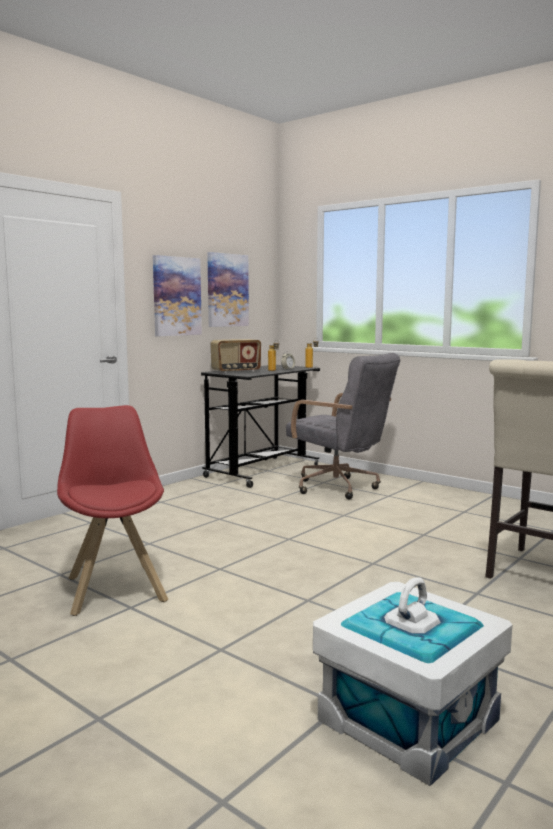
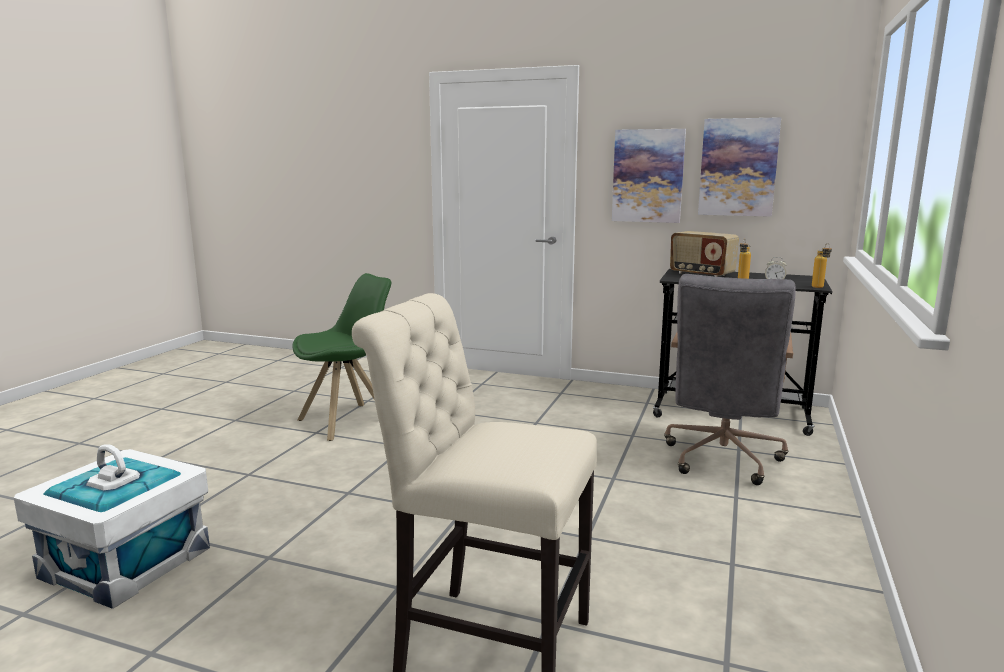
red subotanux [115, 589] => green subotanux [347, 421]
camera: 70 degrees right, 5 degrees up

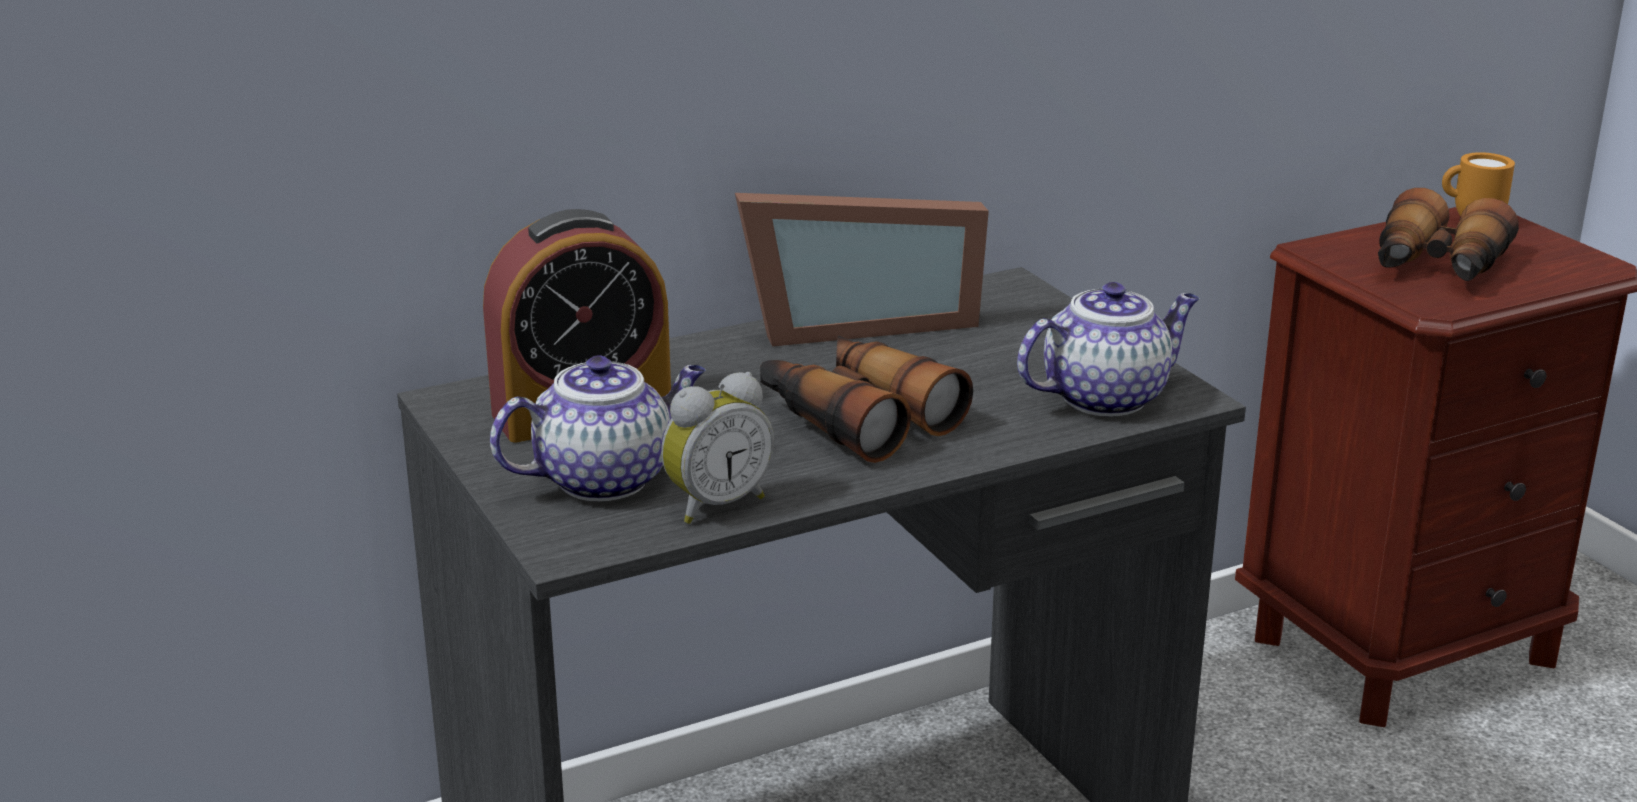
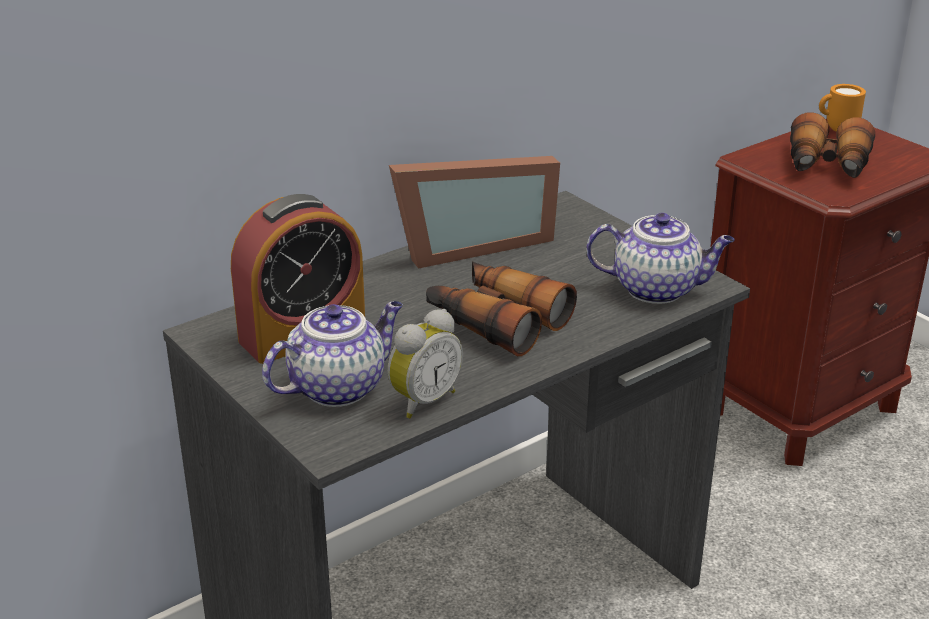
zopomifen [1106, 397] => zopomifen [657, 289], 45 degrees clockwise
camera: 10 degrees left, 5 degrees up

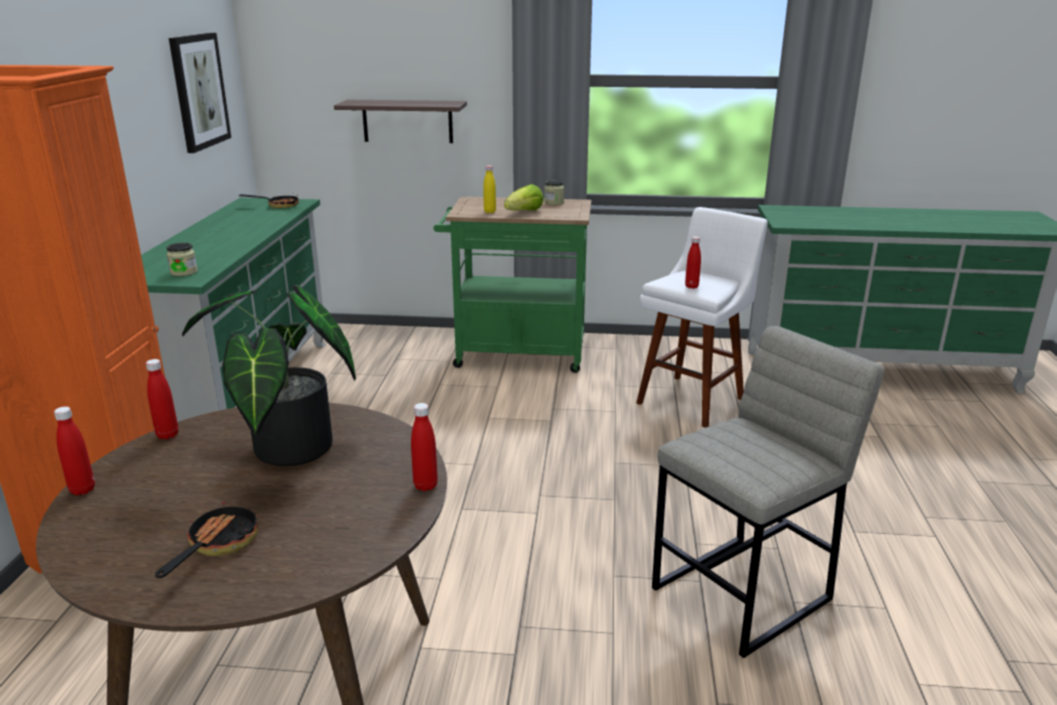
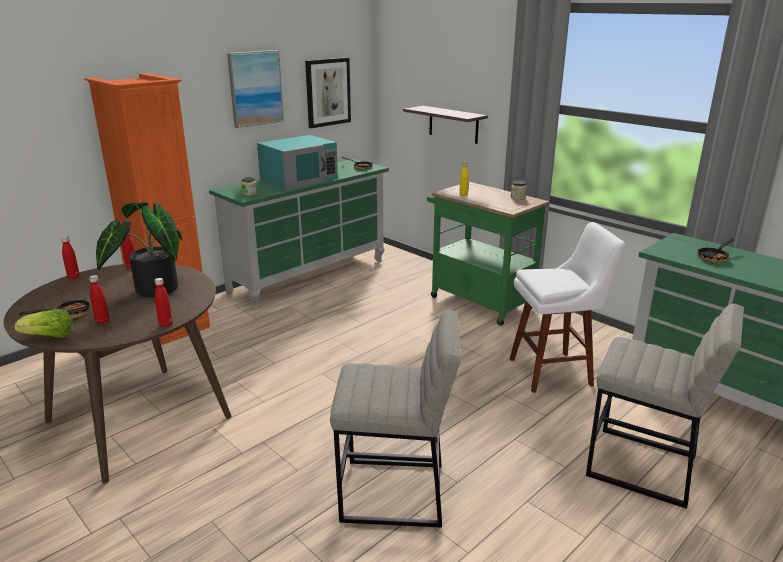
nothing => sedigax [255, 88]
nothing => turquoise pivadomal [299, 178]
nothing => grey subotanux [645, 467]
nothing => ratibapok [714, 257]
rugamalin [524, 212] => rugamalin [49, 337], shifted
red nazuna [691, 286] => red nazuna [102, 321], shifted
camera: 40 degrees right, 0 degrees up

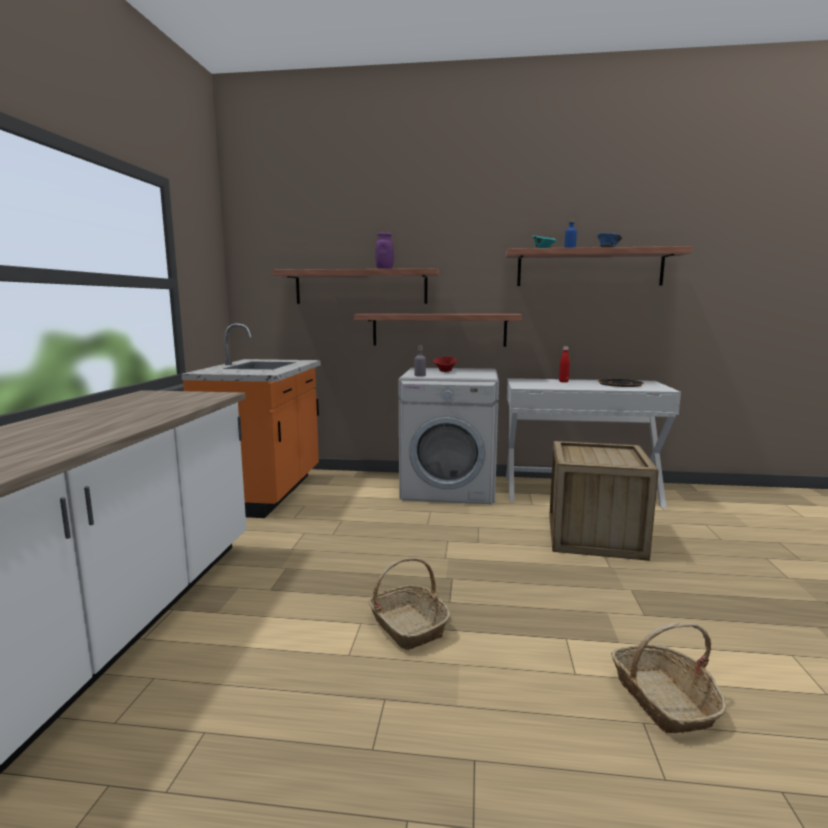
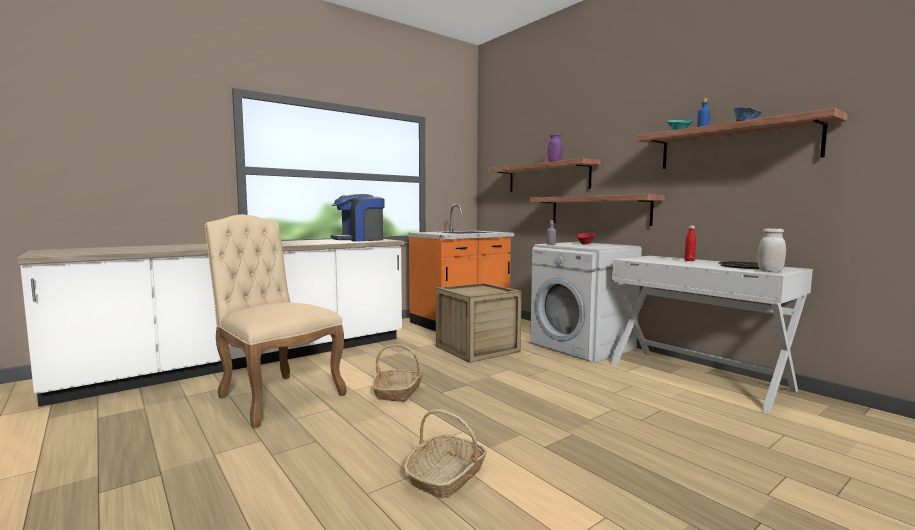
nothing => beige subotanux [276, 396]
nothing => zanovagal [359, 240]
nothing => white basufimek [770, 271]
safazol [594, 537] => safazol [477, 349], shifted
camera: 45 degrees right, 5 degrees down

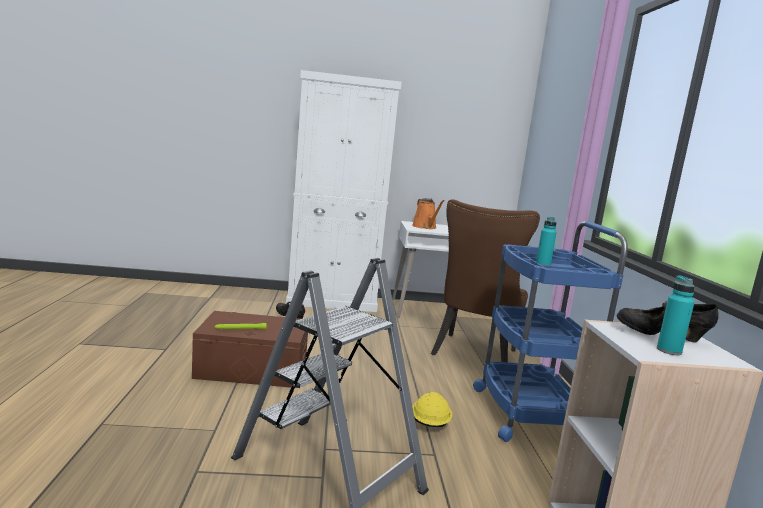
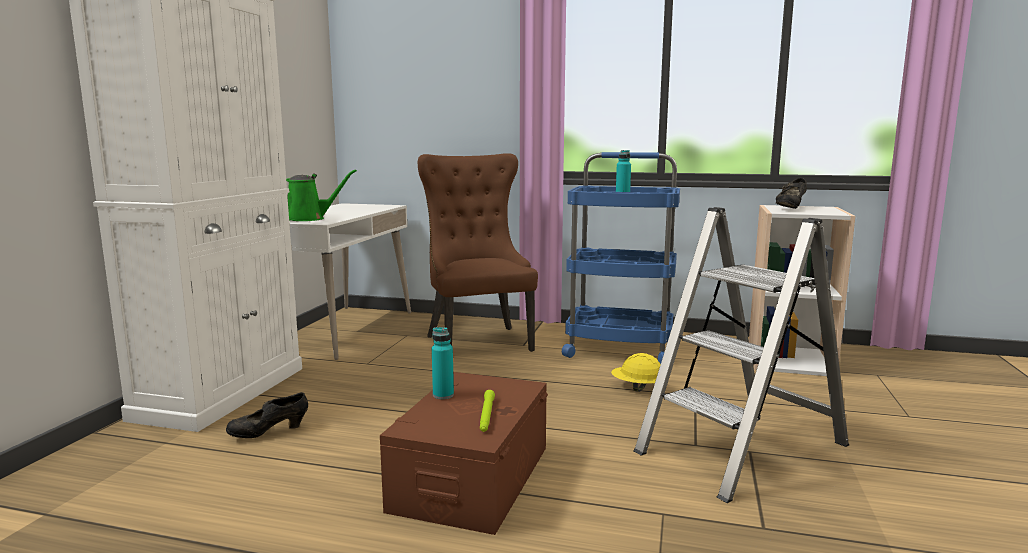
turquoise nazuna [669, 351] => turquoise nazuna [443, 395], shifted
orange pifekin [425, 227] => green pifekin [309, 219]
brown subotanux [474, 354] => brown subotanux [478, 342], 150 degrees counterclockwise
camera: 70 degrees left, 0 degrees up

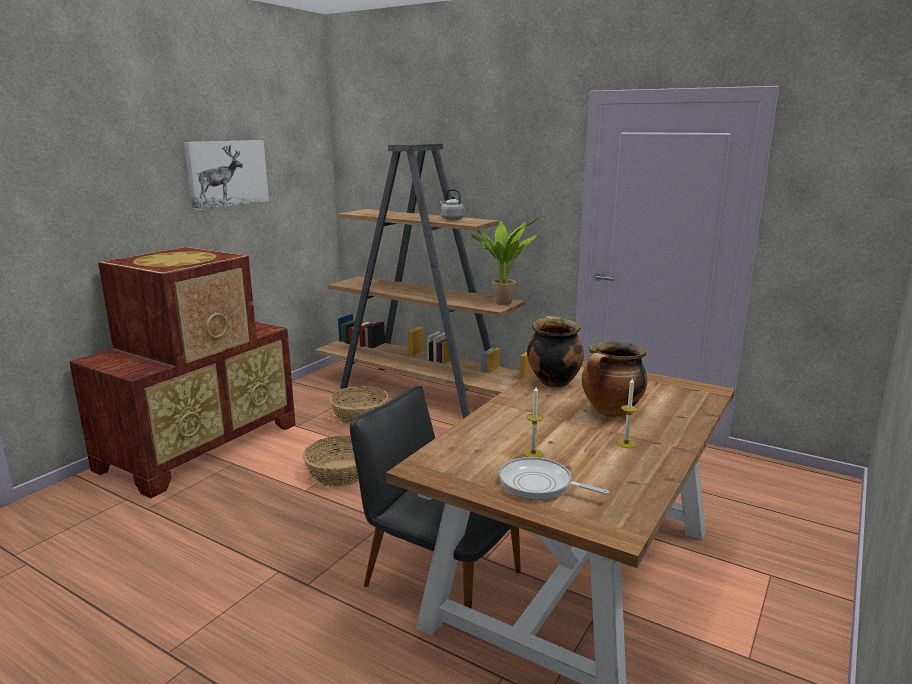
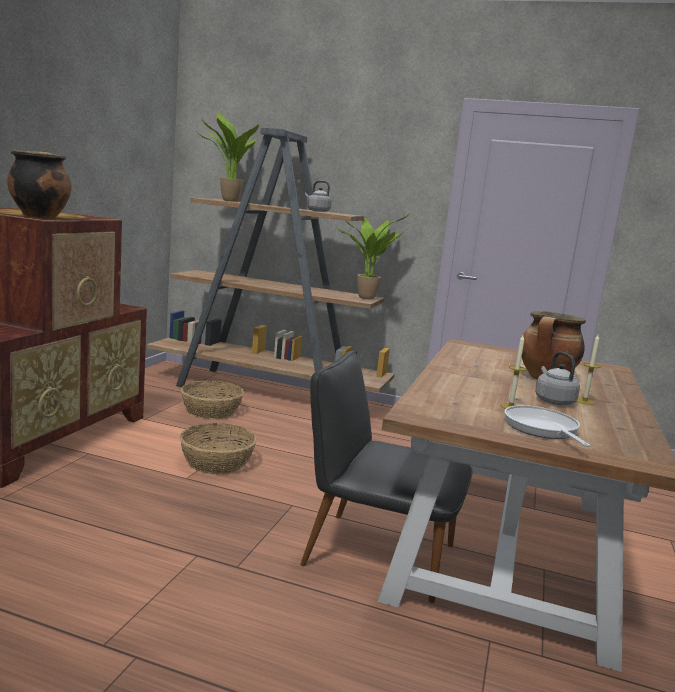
sedigax [227, 173] => nothing
nothing => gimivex [227, 200]
nothing => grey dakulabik [553, 401]
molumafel [553, 381] => molumafel [39, 217], shifted
ratibapok [539, 485] => ratibapok [542, 429], 60 degrees clockwise
camera: 15 degrees left, 5 degrees down

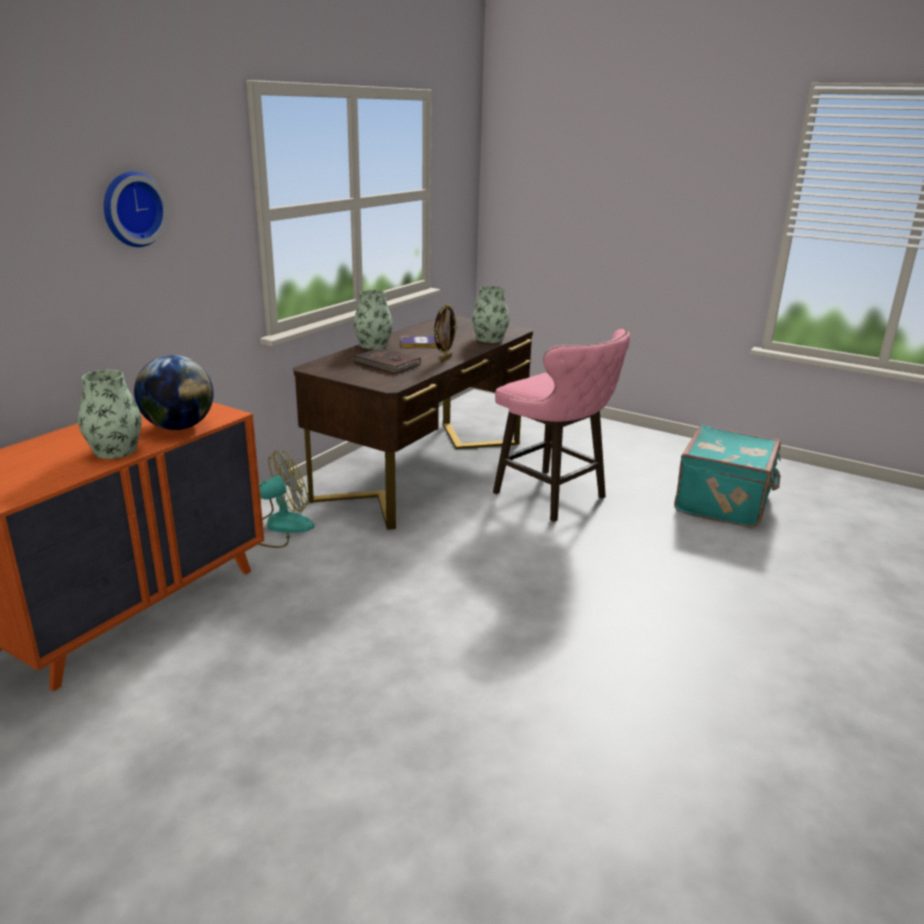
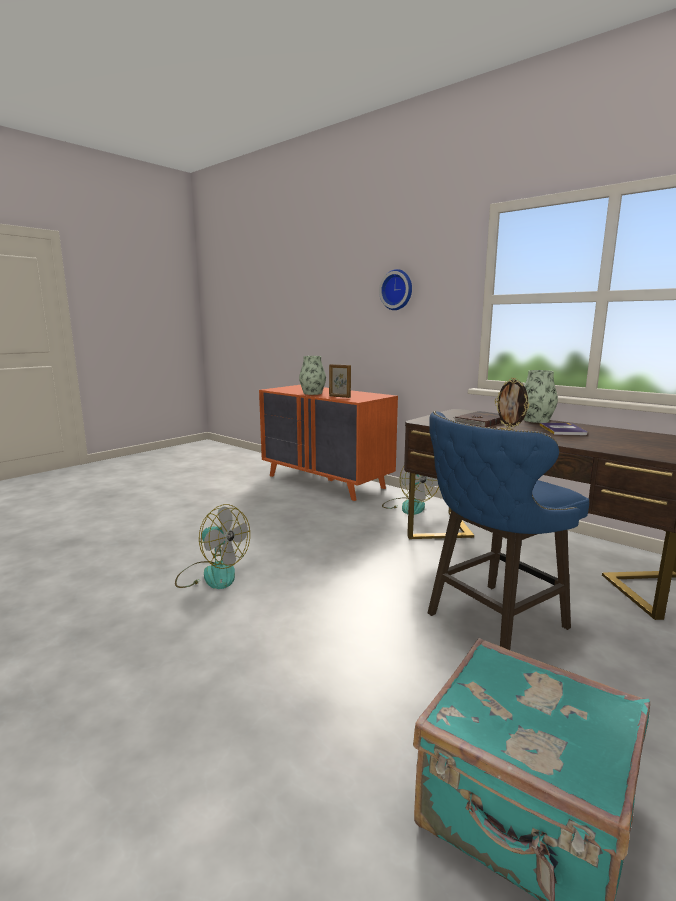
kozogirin [489, 339] => nothing
nothing => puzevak [212, 574]
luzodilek [178, 427] => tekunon [339, 397]
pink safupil [553, 497] => blue safupil [492, 622]
camera: 100 degrees right, 10 degrees down

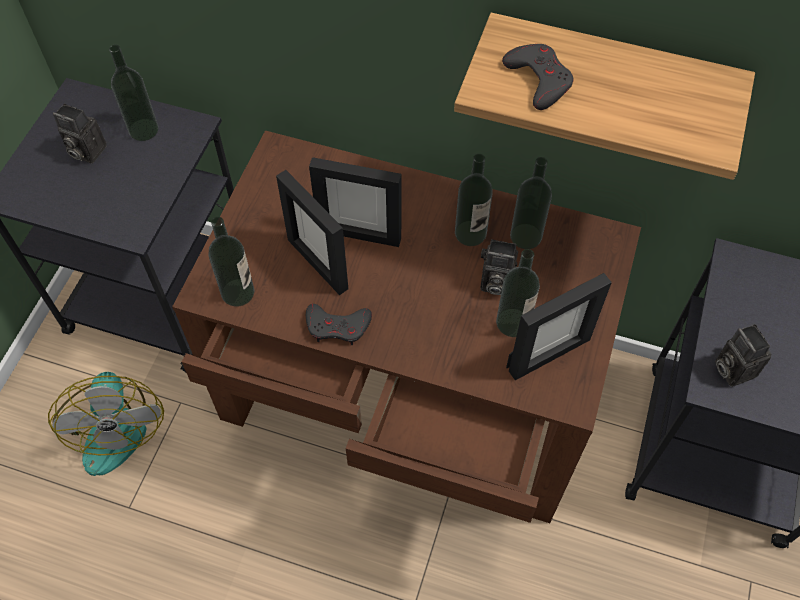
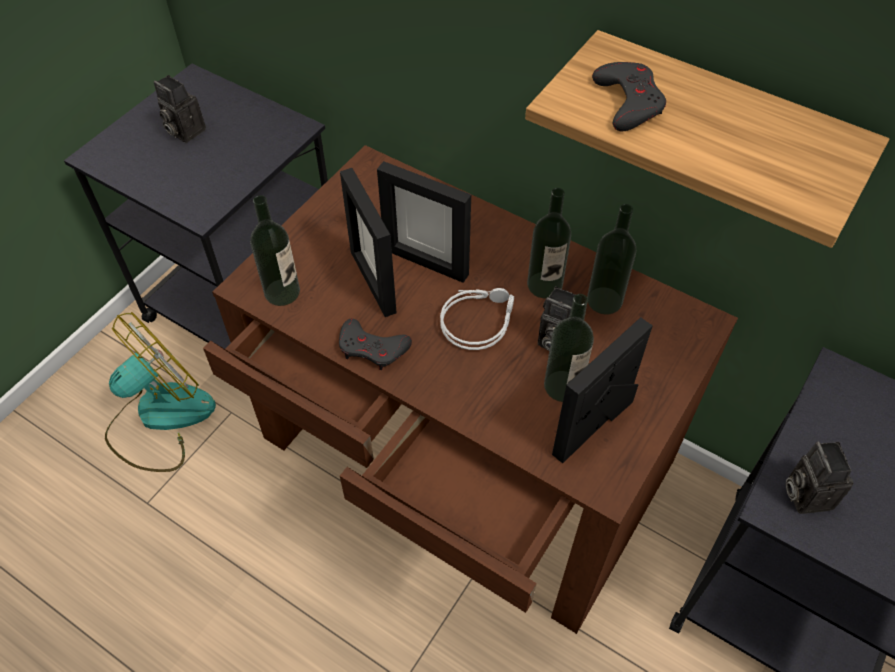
nazuna [143, 130] => nothing
nothing => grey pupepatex [478, 320]
puzevak [113, 425] => puzevak [159, 418], 135 degrees counterclockwise
tekunon [548, 353] => tekunon [593, 428], 150 degrees clockwise
camera: 15 degrees right, 5 degrees down

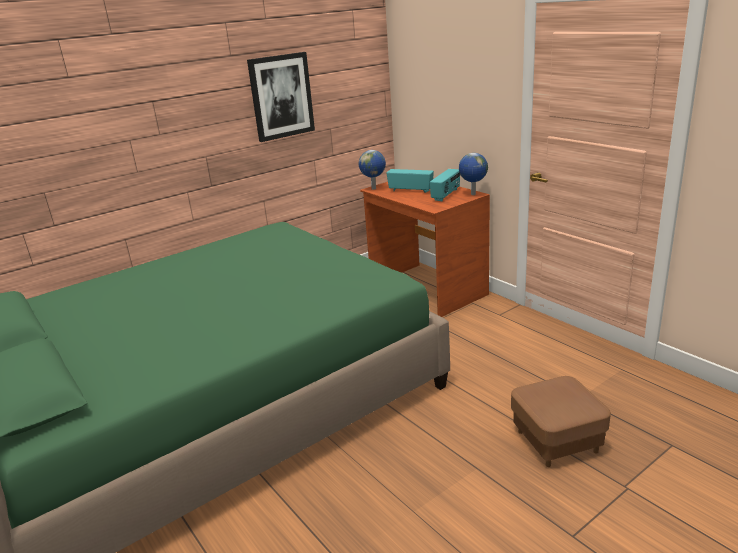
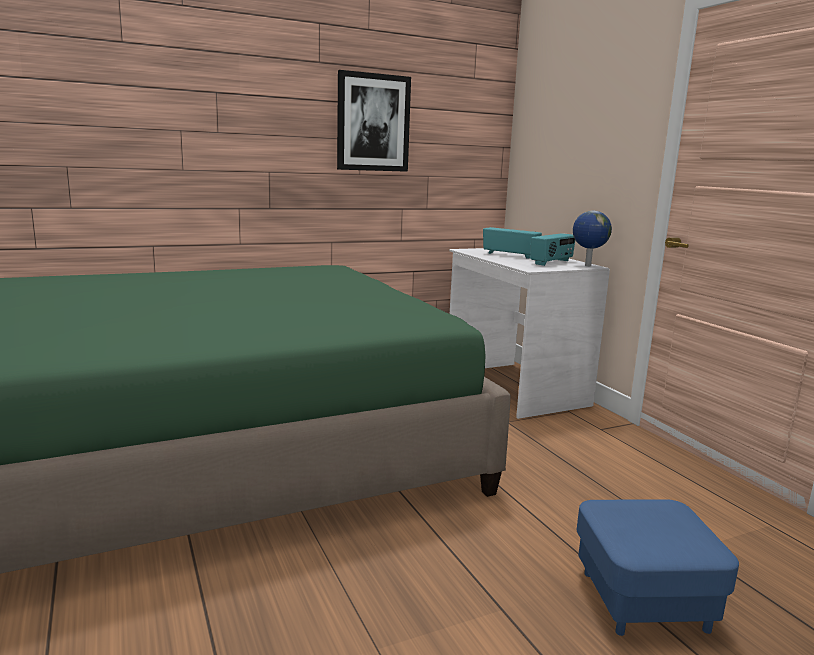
luzodilek [374, 189] => nothing
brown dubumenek [426, 289] => white dubumenek [513, 388]
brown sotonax [556, 441] => blue sotonax [643, 600]
camera: 10 degrees right, 10 degrees down

